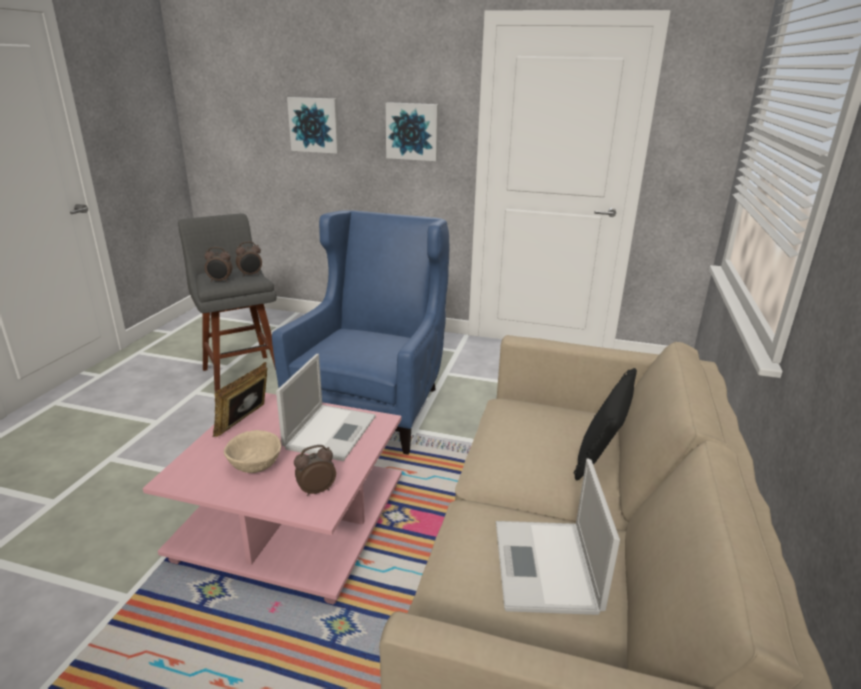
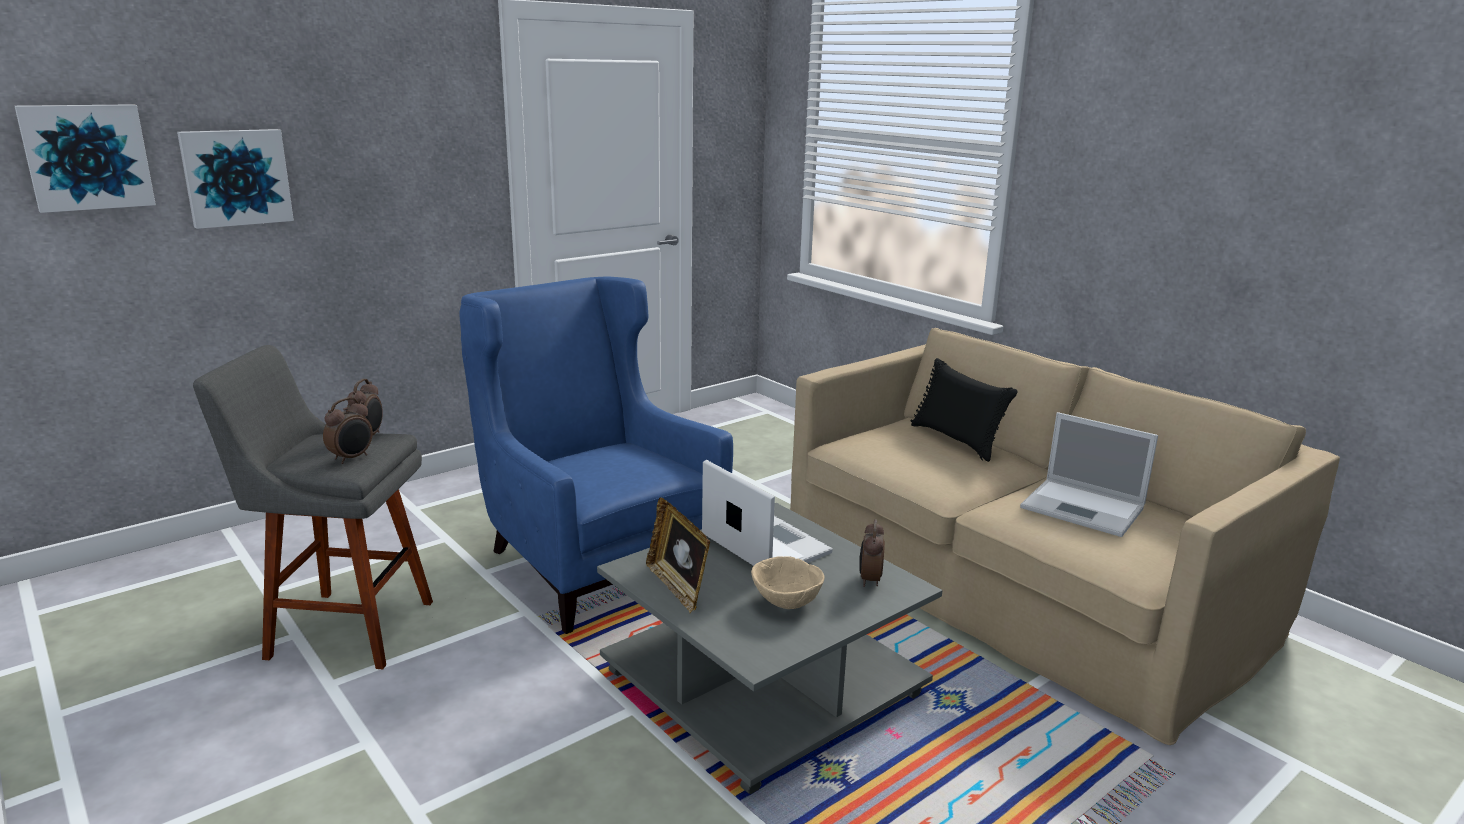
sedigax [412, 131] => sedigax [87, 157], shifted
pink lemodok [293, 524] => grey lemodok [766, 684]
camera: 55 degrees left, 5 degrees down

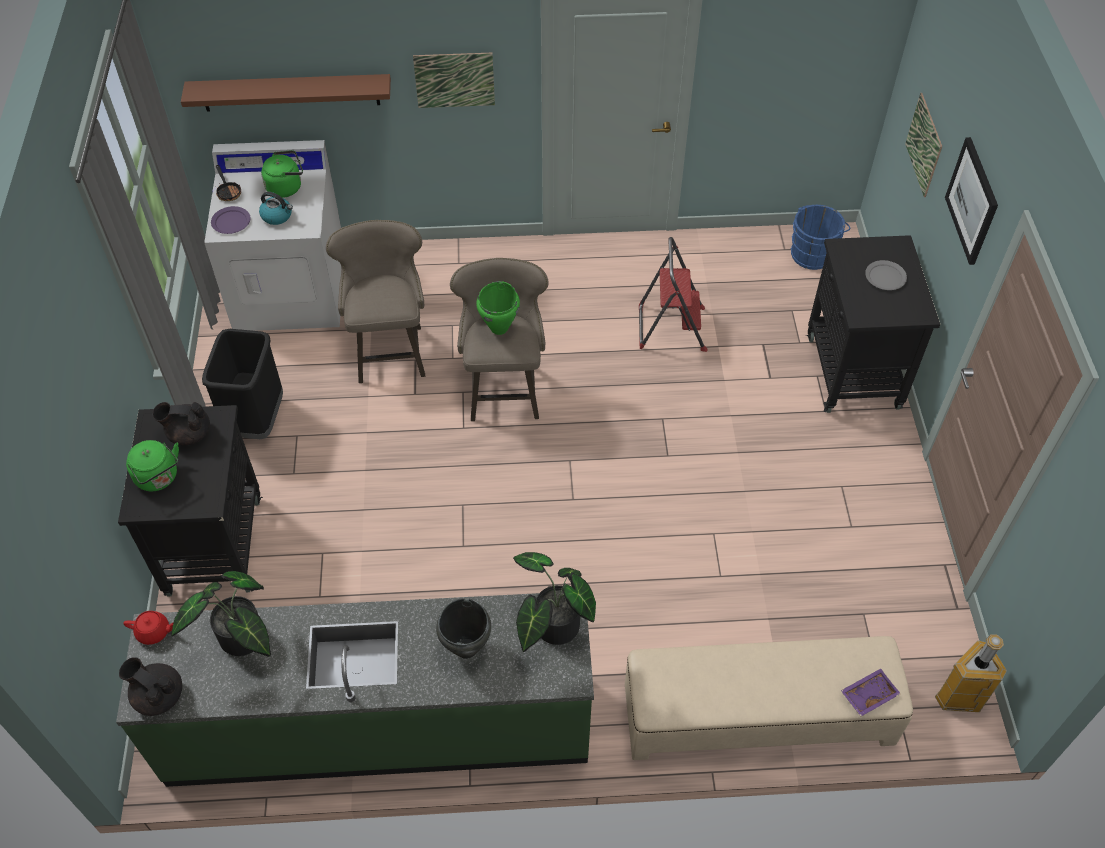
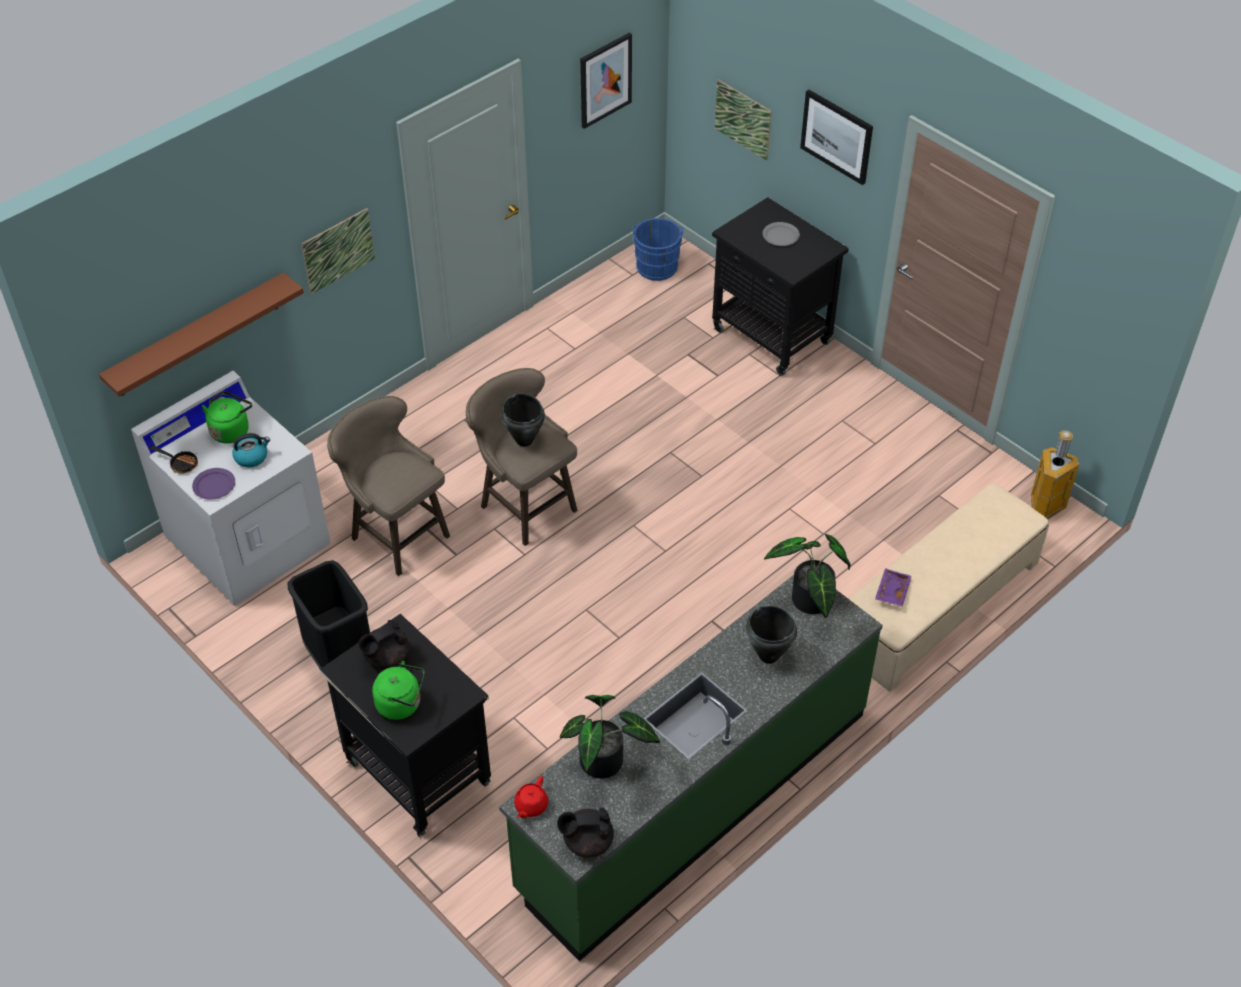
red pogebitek [668, 327] => nothing
nothing => sedigax [605, 80]
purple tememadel [868, 694] => purple tememadel [891, 591], shifted
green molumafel [499, 328] => black molumafel [524, 440]
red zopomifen [154, 632] => red zopomifen [530, 806], 150 degrees clockwise
camera: 40 degrees left, 5 degrees down

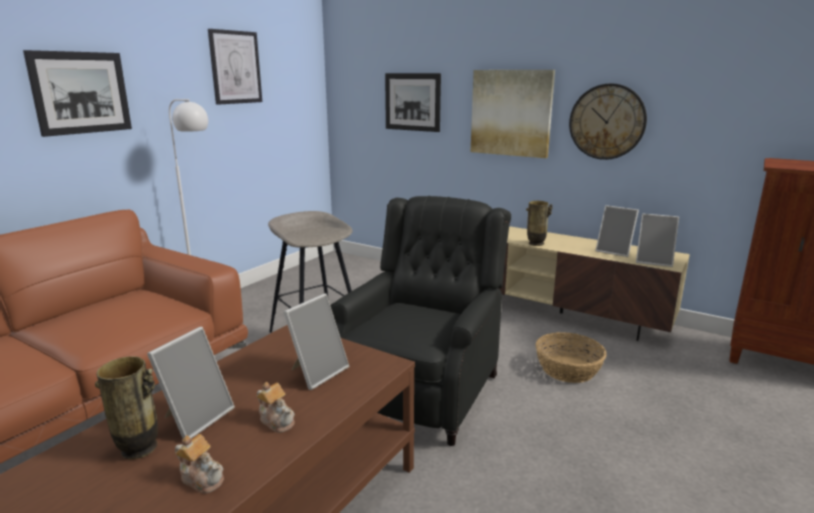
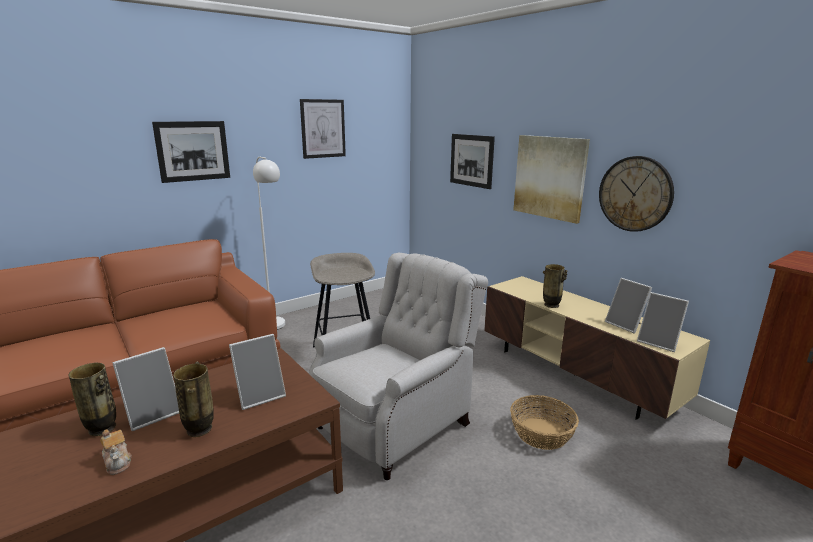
zopomifen [277, 420] => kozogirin [200, 429]
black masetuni [422, 391] => white masetuni [395, 424]
camera: 20 degrees right, 0 degrees up

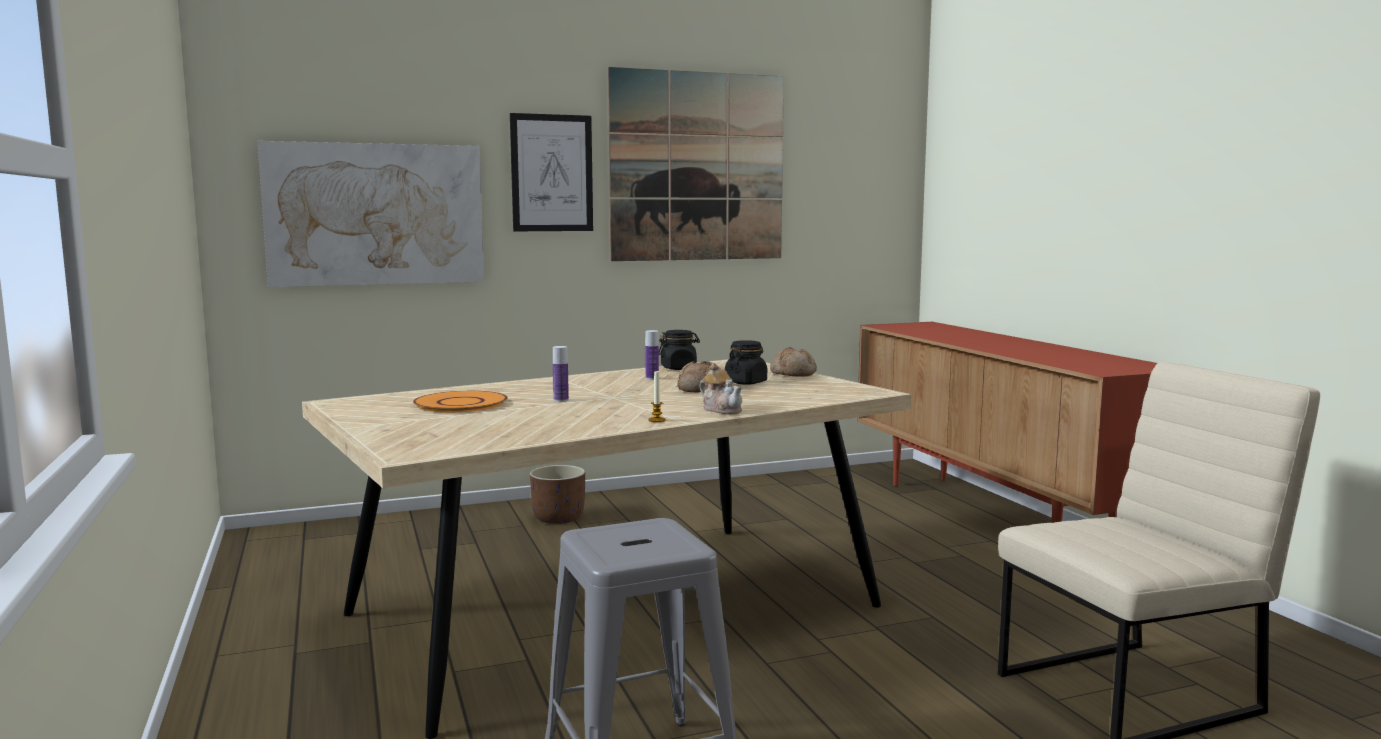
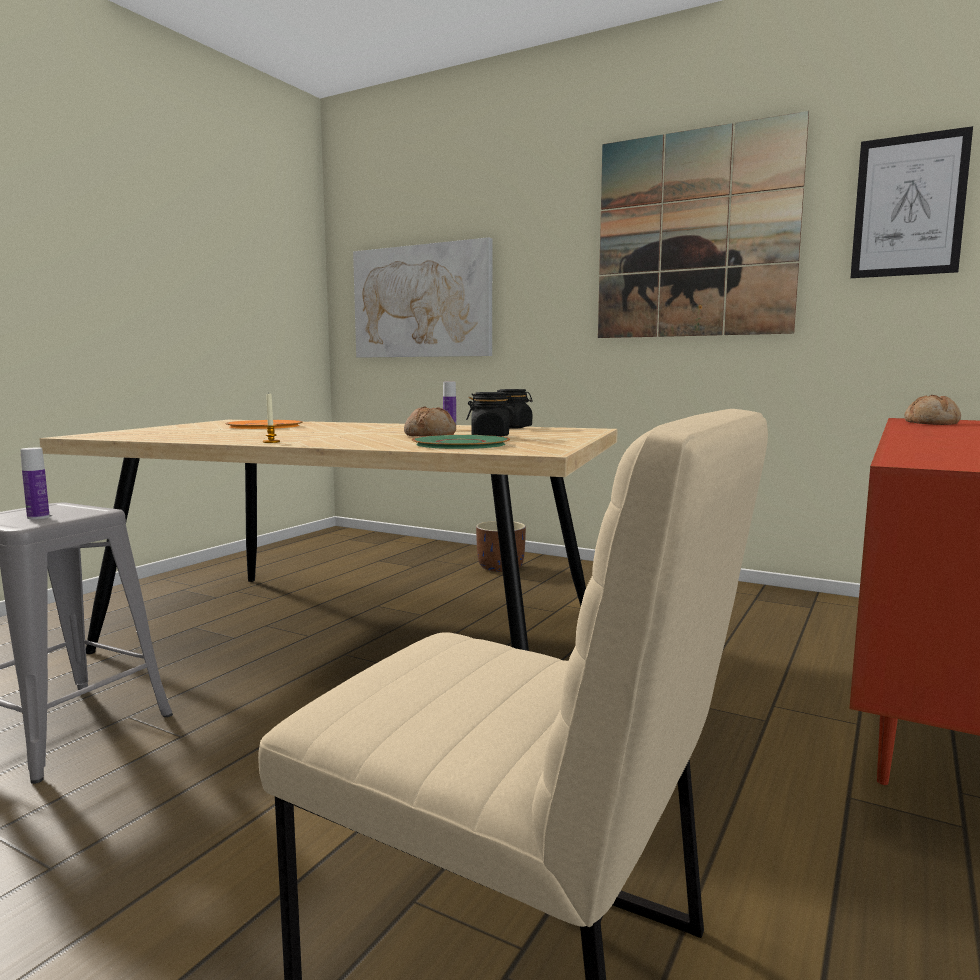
zopomifen [722, 410] => nothing
nothing => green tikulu [461, 444]
sedigax [552, 173] => sedigax [908, 206], shifted
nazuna [561, 400] => nazuna [38, 517], shifted
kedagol [793, 373] => kedagol [931, 423], shifted
camera: 50 degrees right, 0 degrees up

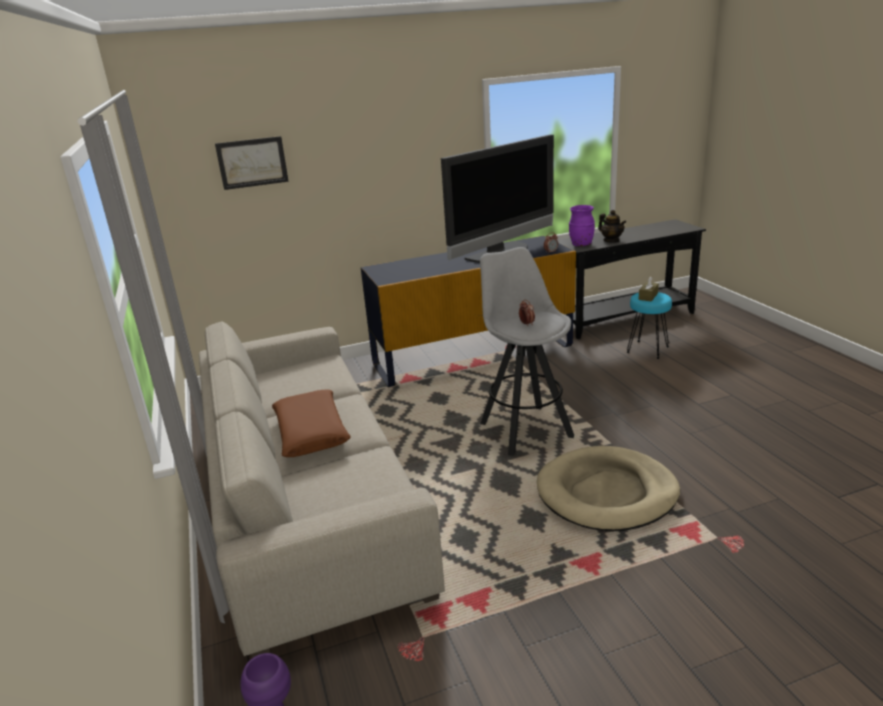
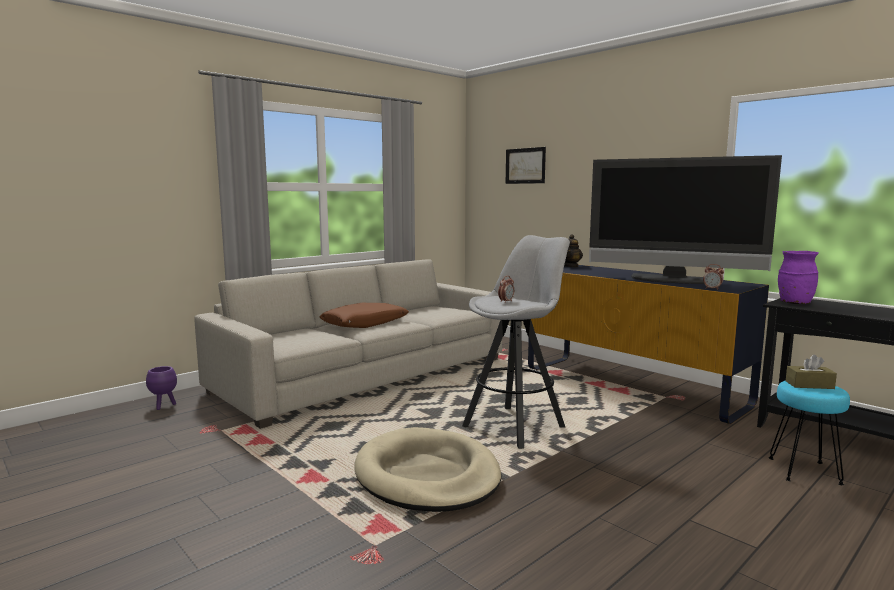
zopomifen [611, 241] => zopomifen [570, 266], shifted
camera: 65 degrees right, 15 degrees down

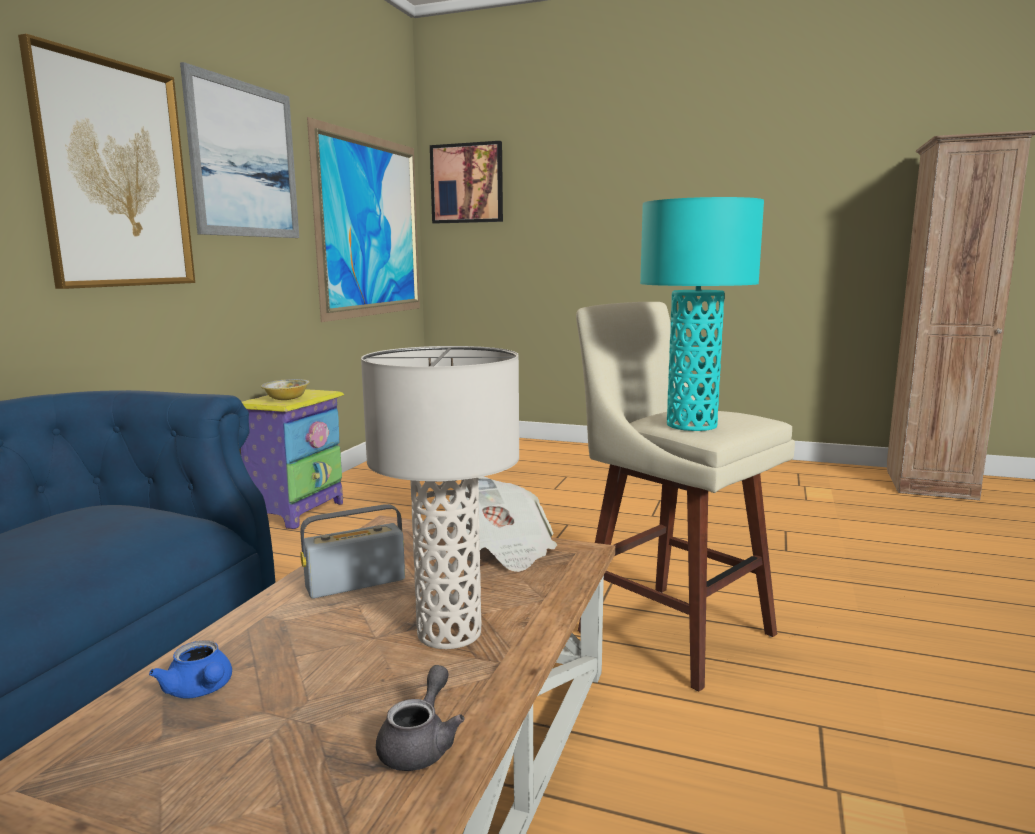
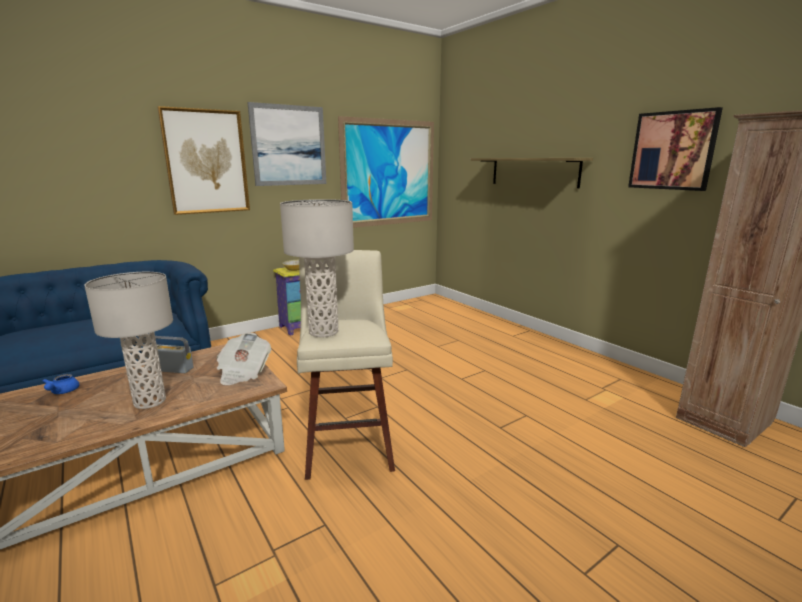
grey zopomifen [421, 744] => nothing
nothing => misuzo [534, 172]
sedigax [467, 183] => sedigax [672, 150], shifted
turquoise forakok [691, 425] => white forakok [323, 331]
camera: 35 degrees right, 5 degrees up

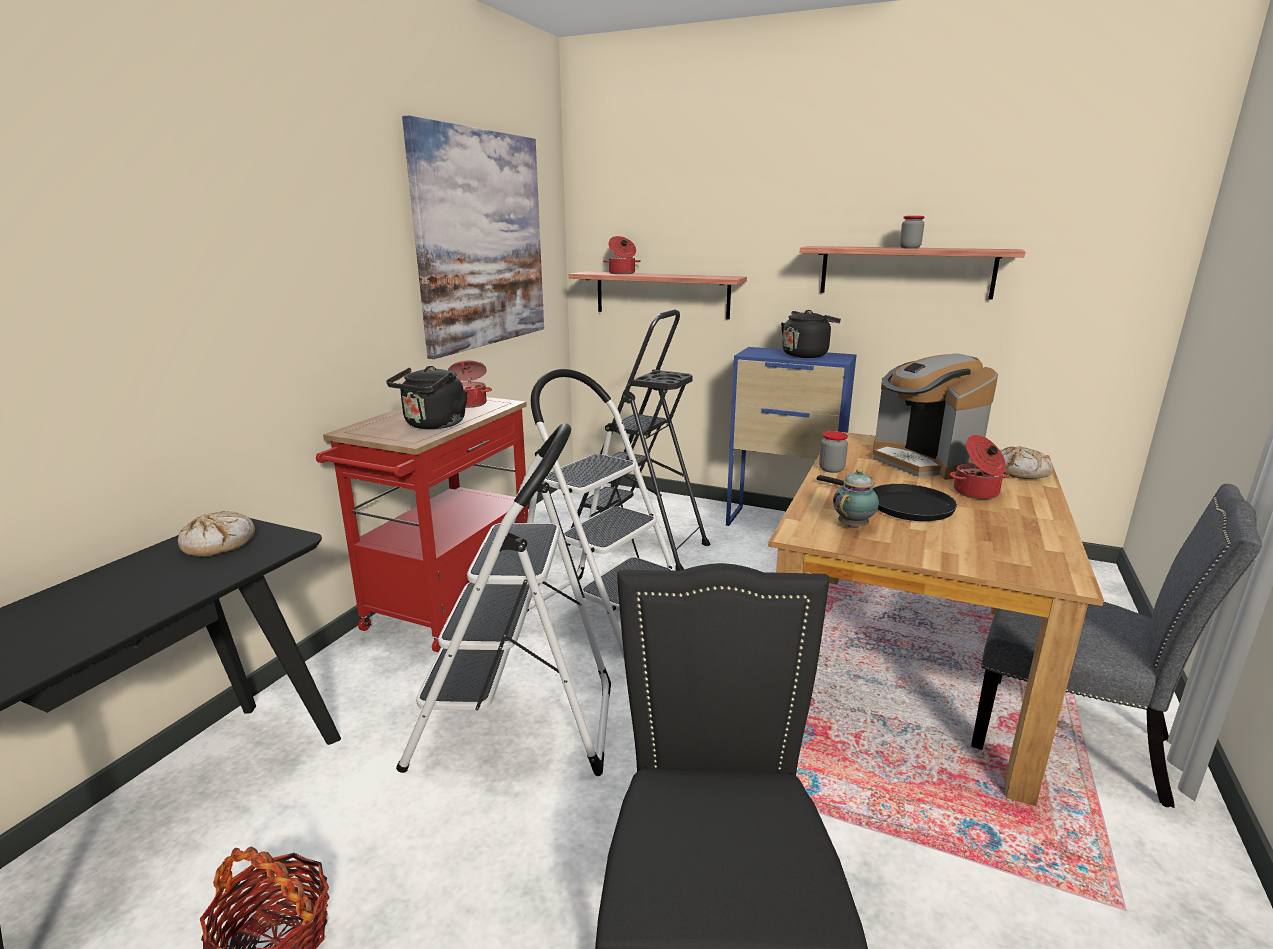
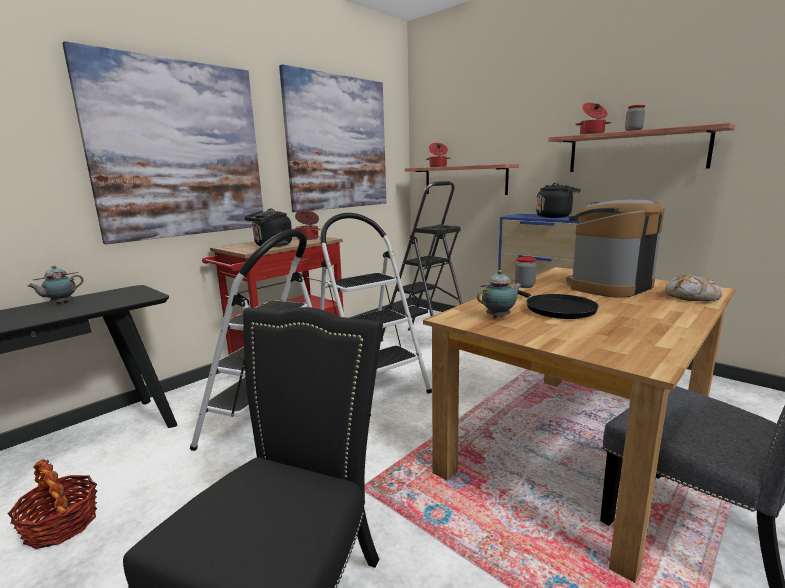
kedagol [219, 543] => nothing
nothing => zopomifen [60, 304]
nothing => sedigax [180, 150]
molumafel [976, 493] => molumafel [592, 134], shifted
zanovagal [923, 462] => zanovagal [608, 286], 60 degrees clockwise
camera: 20 degrees right, 5 degrees down

